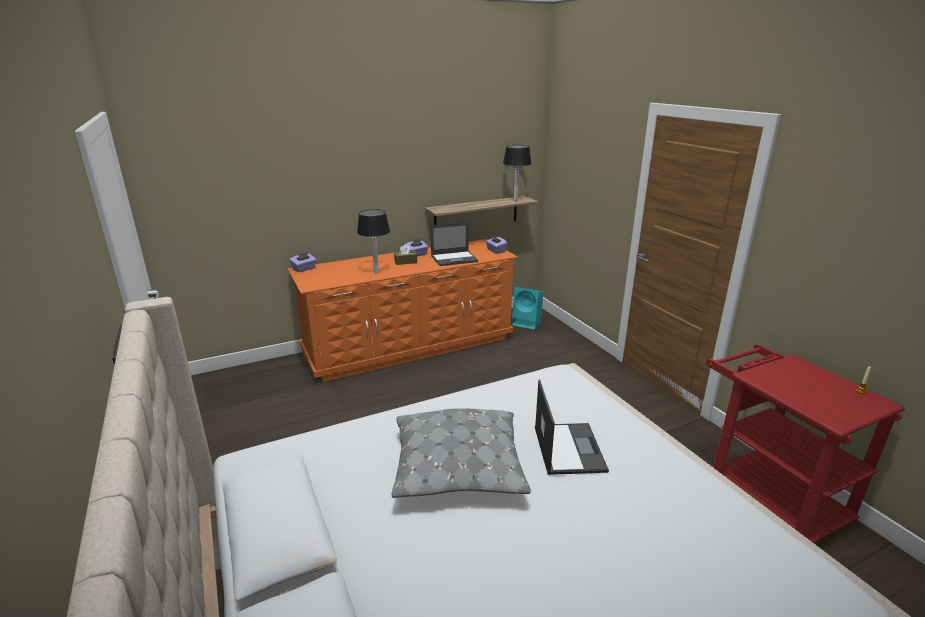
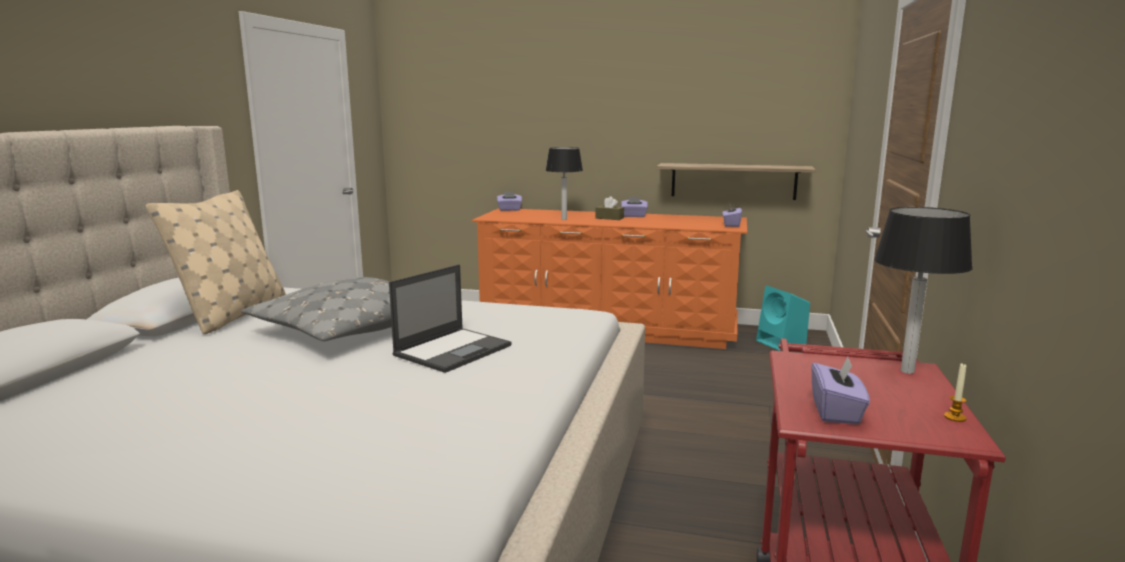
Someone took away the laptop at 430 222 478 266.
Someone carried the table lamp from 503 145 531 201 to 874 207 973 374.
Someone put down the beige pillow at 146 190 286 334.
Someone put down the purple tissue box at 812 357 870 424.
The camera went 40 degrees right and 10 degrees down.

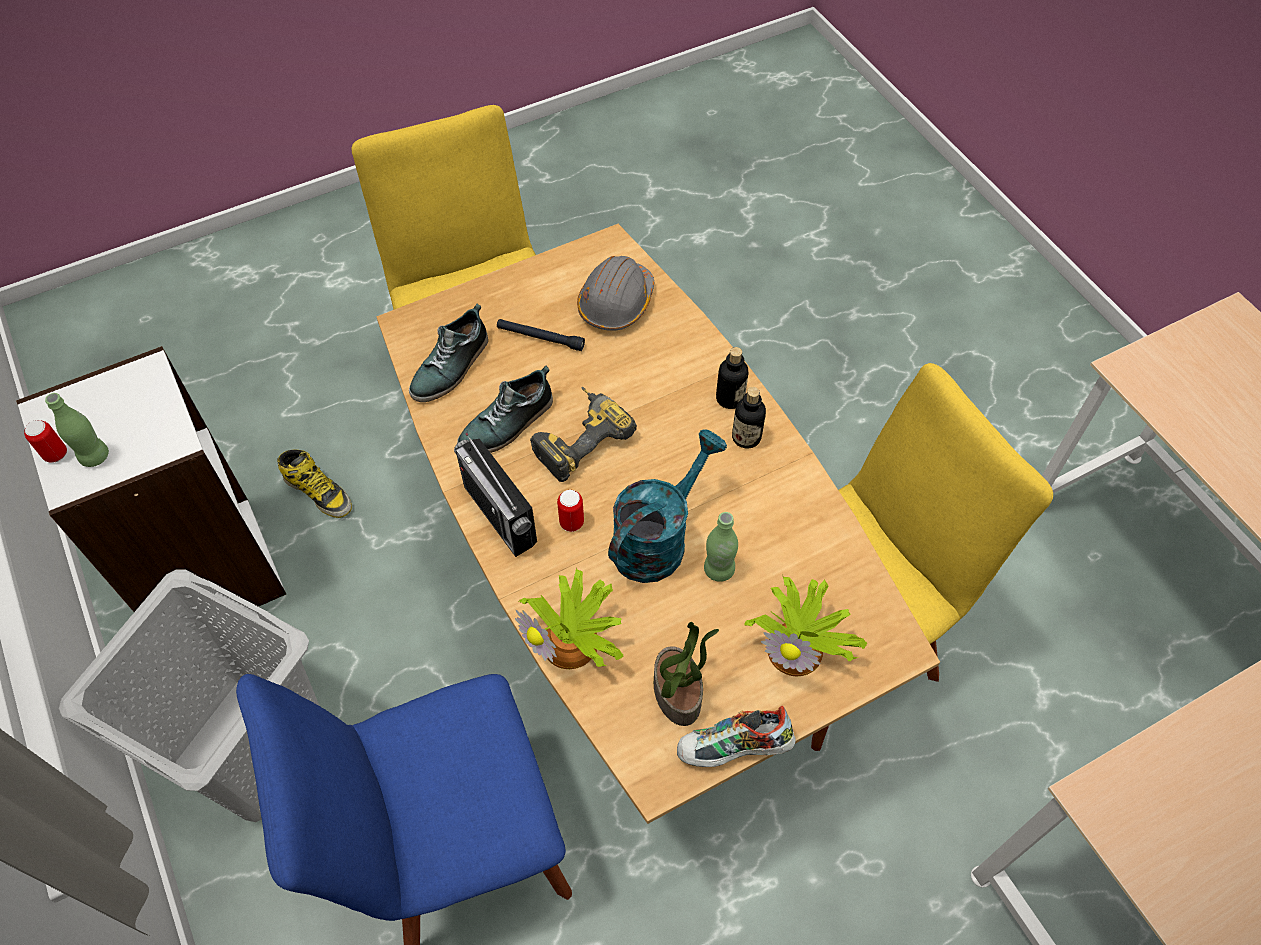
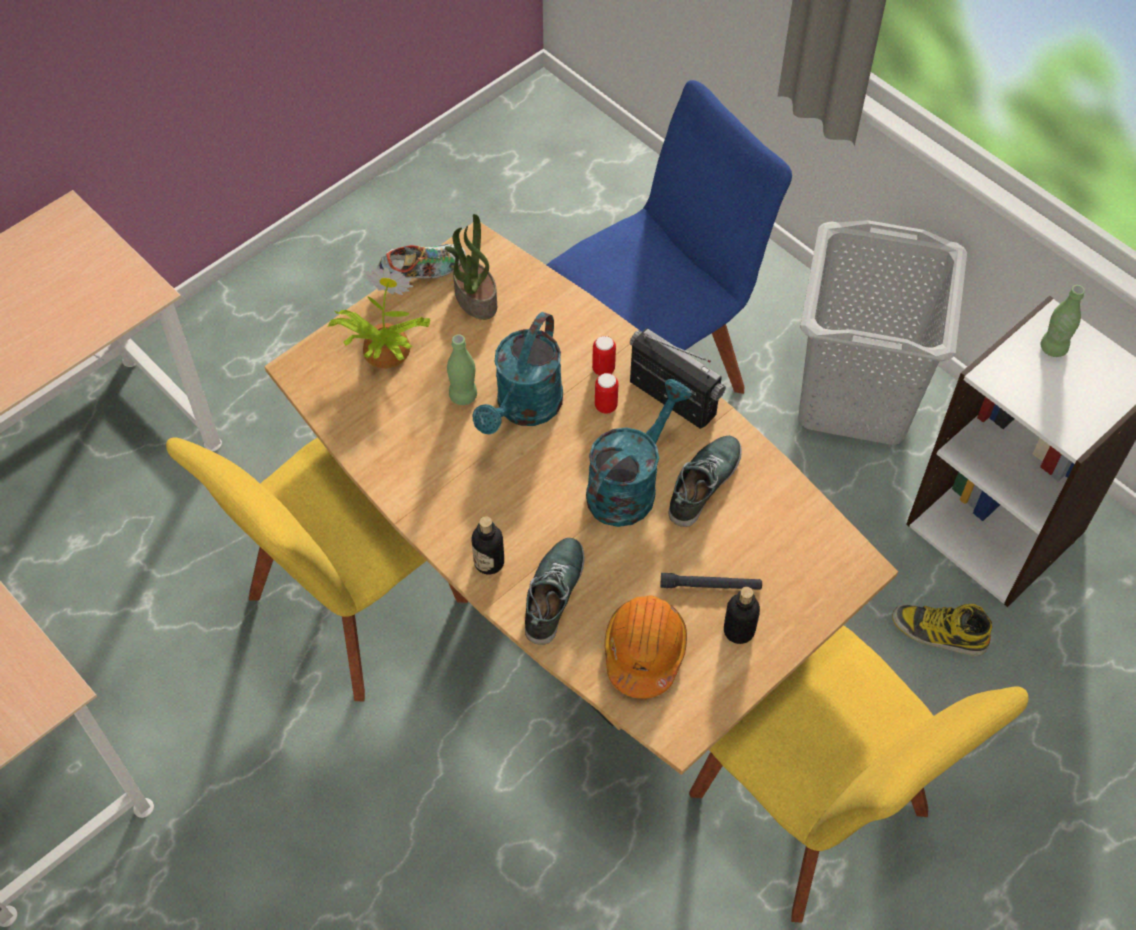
Someone carried the can from 24 420 67 463 to 592 336 616 376.
Someone carried the shoe from 409 303 488 402 to 525 538 585 645.
Someone took away the potted plant at 515 569 624 669.
Someone swapped the power drill at 530 387 637 482 for the turquoise watering can at 586 379 692 527.
Someone repainted the grey hard hat at 577 256 654 331, which became the orange hard hat at 604 596 687 699.
Someone carried the bottle from 732 387 766 448 to 724 587 760 644.
The camera went 165 degrees right and 0 degrees up.

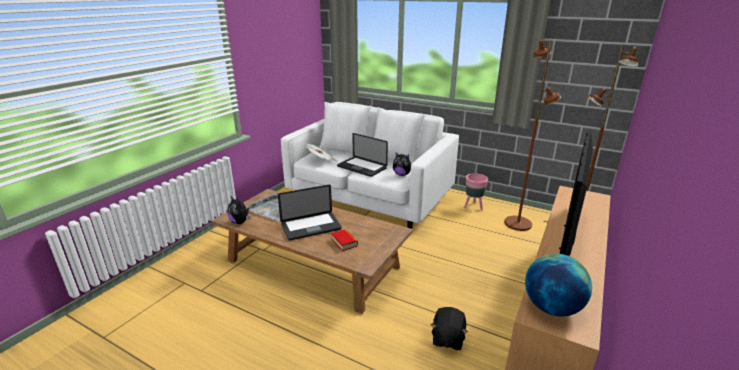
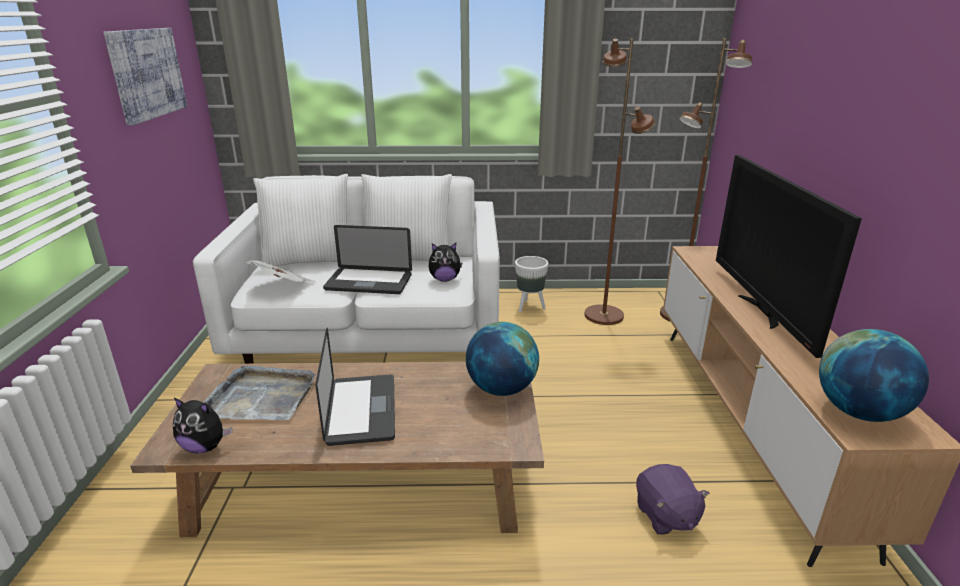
Someone rotated the laptop at 278 185 342 241 by 45 degrees counterclockwise.
Someone took away the book at 331 229 358 251.
Someone repainted the black plush toy at 431 307 468 350, which became the purple plush toy at 636 464 710 535.
Someone repainted the pink planter at 464 173 488 210, which became the white planter at 515 256 548 312.
Someone put up the picture at 104 28 187 126.
Someone put down the globe at 466 322 539 396.
The camera went 30 degrees left and 0 degrees up.

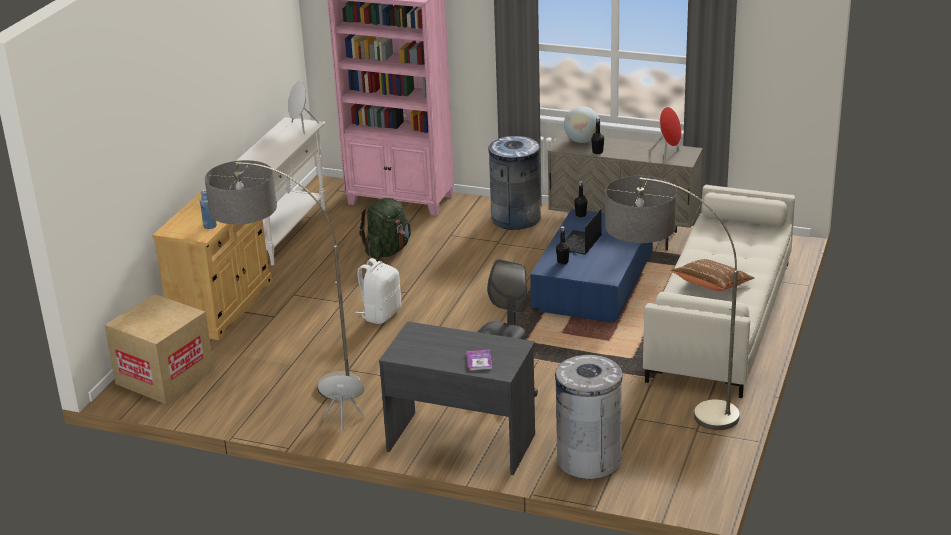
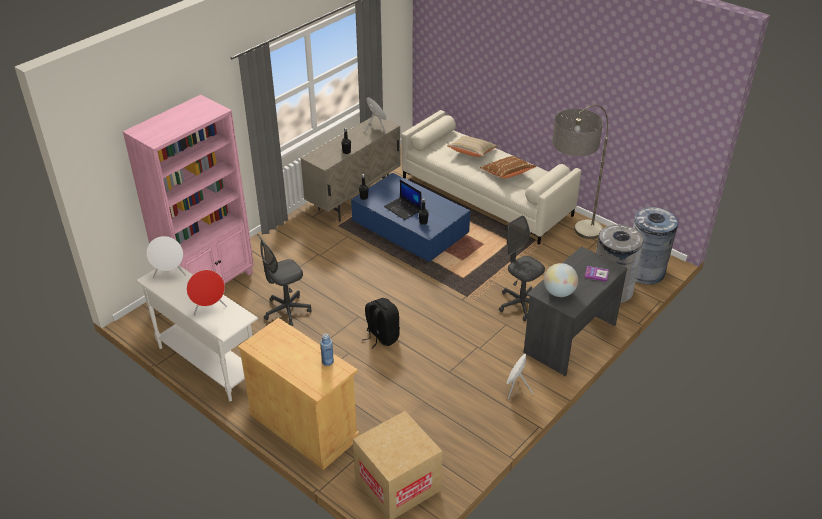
Someone took away the floor lamp at 205 160 360 399.
Someone repainted the white backpack at 356 258 401 324, which became the black backpack at 362 298 400 349.
Someone swapped the green backpack at 359 198 411 258 for the grey office chair at 257 234 312 326.
Someone carried the grey trash can from 487 136 541 230 to 633 207 678 285.
Someone carried the globe from 564 106 601 143 to 544 263 578 297.
Someone put down the red speaker at 187 270 227 316.
Someone put down the beige pillow at 447 136 497 157.
The camera went 70 degrees left and 10 degrees up.

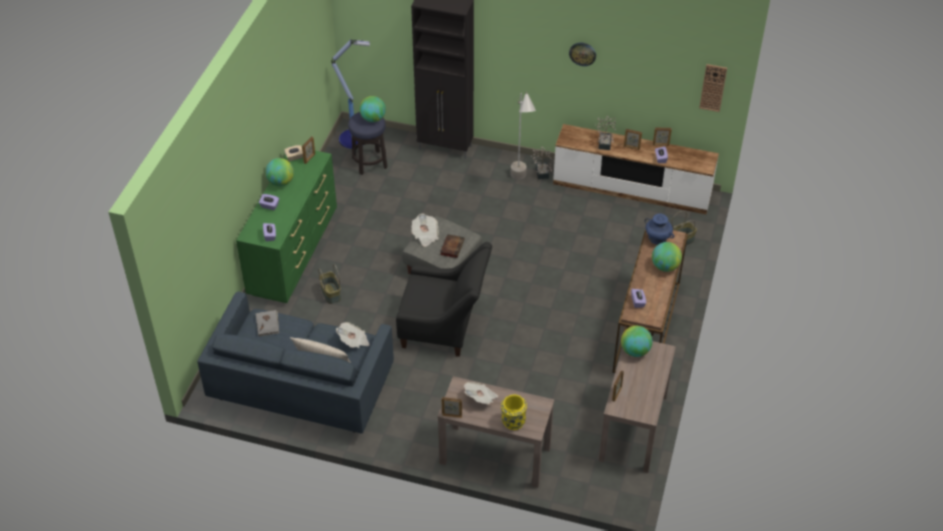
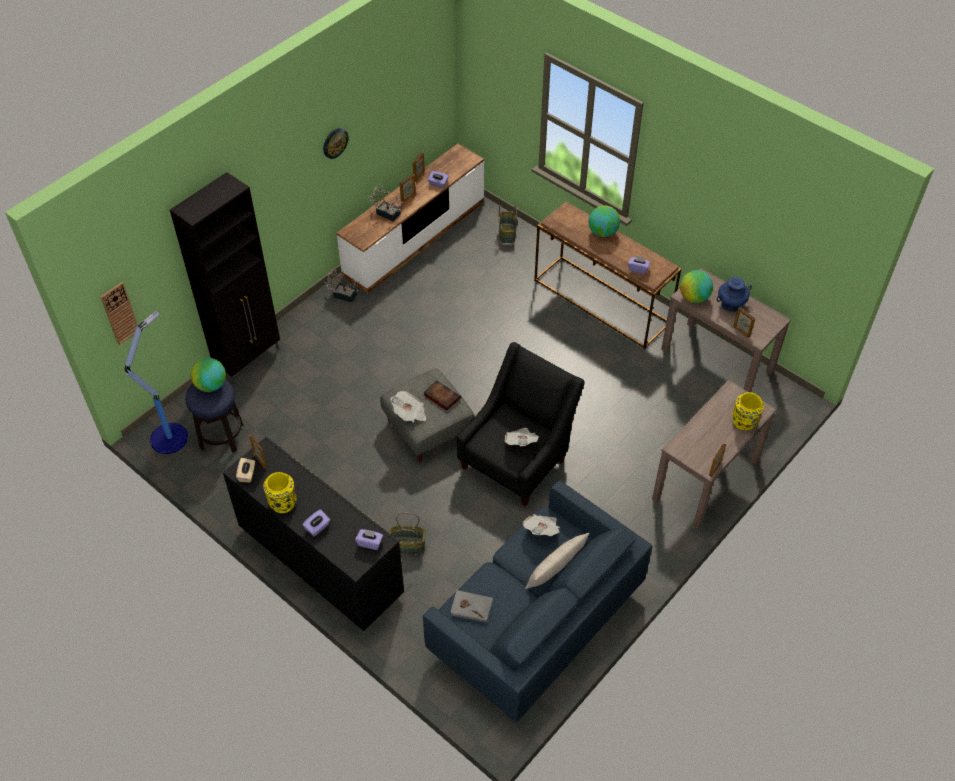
Someone repainted the green dresser at 236 146 337 303, which became the black dresser at 223 437 404 631.
Someone swapped the globe at 265 158 294 186 for the yellow vase at 263 472 297 513.
Someone carried the newspaper from 464 382 498 405 to 505 428 539 446.
Someone took away the grey floor lamp at 510 91 536 180.
Someone carried the blue vase from 644 214 674 245 to 717 277 752 312.
Someone carried the wall clock from 699 64 727 112 to 100 282 138 345.
The camera went 65 degrees left and 5 degrees up.

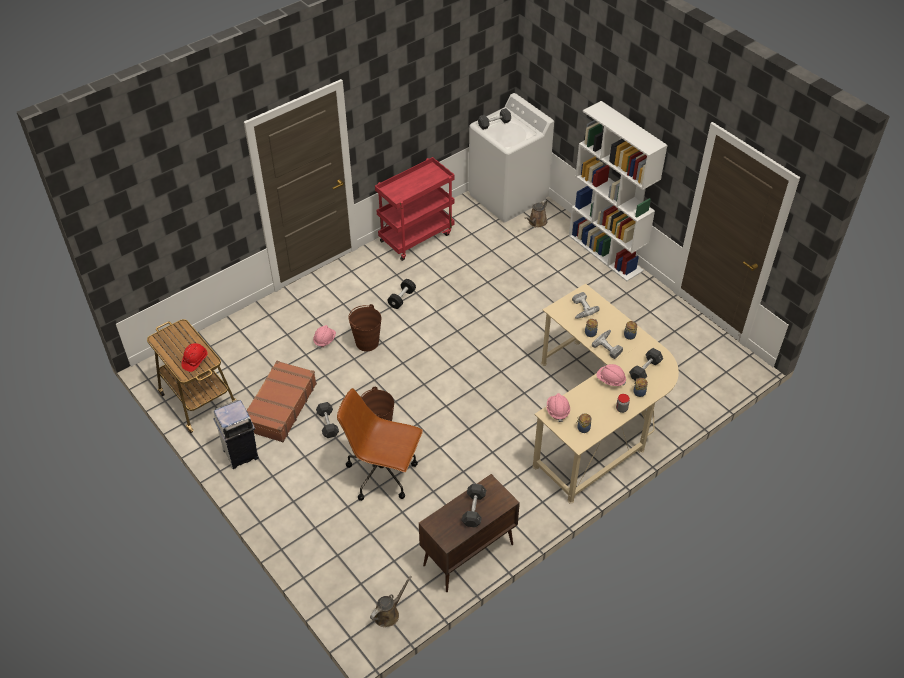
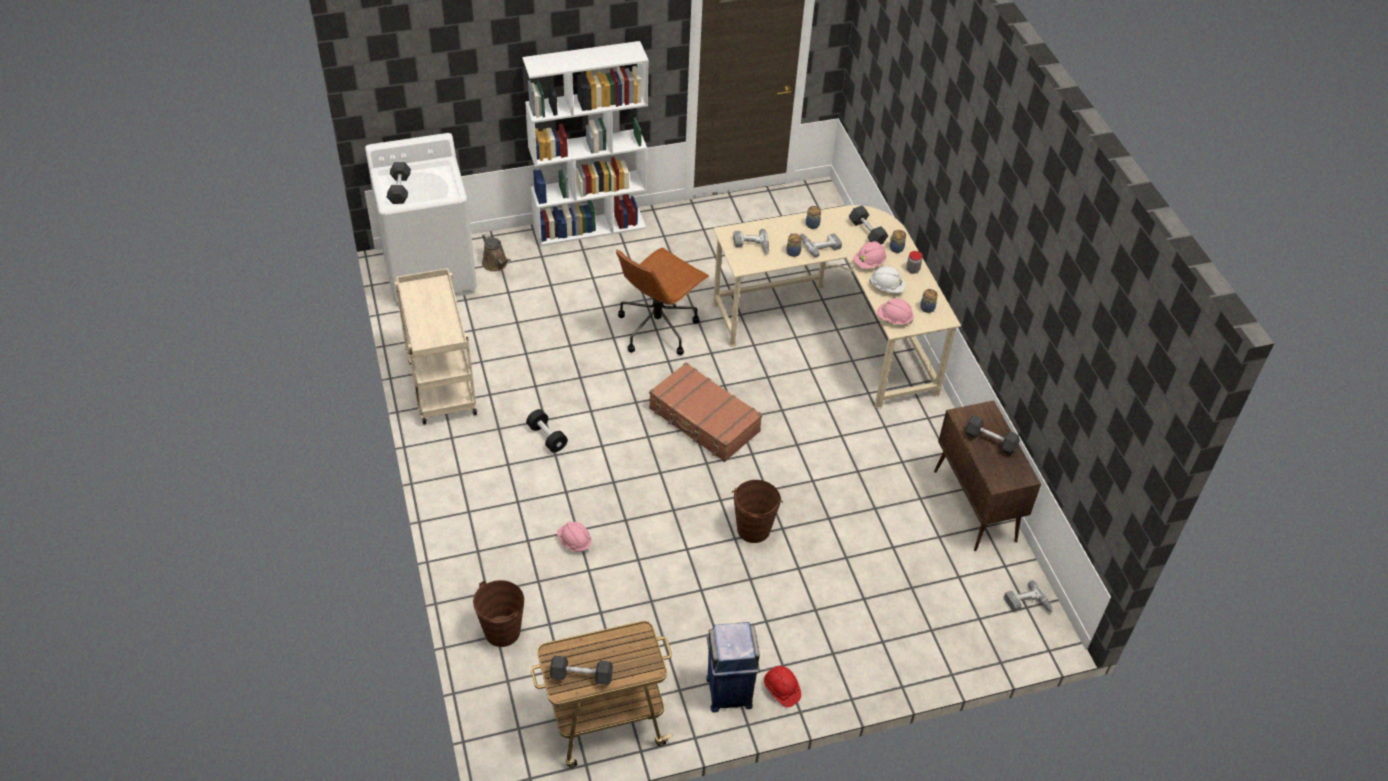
Someone carried the red hard hat from 181 343 207 372 to 764 666 801 707.
Someone repainted the white trash can at 213 400 259 469, which became the blue trash can at 706 622 760 712.
Someone carried the brown suitcase from 247 361 317 442 to 649 362 762 462.
Someone carried the grey dumbbell from 316 402 339 438 to 550 656 613 685.
Someone carried the brown office chair from 337 388 423 501 to 616 248 709 355.
Someone carried the brown bucket from 348 304 381 352 to 473 580 524 647.
Someone swapped the brown watering can at 370 576 412 627 for the power drill at 1004 580 1053 612.
Someone repainted the red cart at 375 157 455 261, which became the beige cart at 395 268 477 425.
Someone put down the white hard hat at 869 266 906 293.
The camera went 70 degrees left and 0 degrees up.

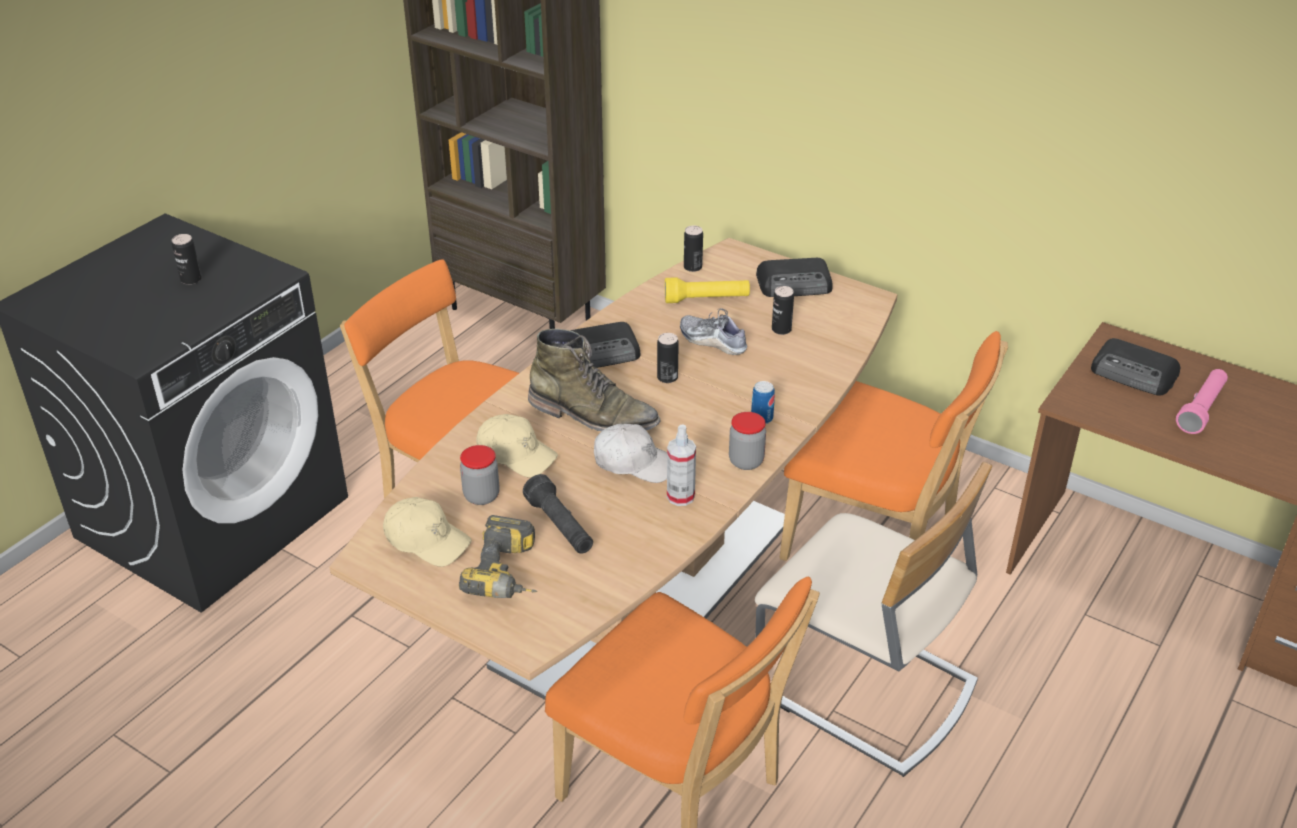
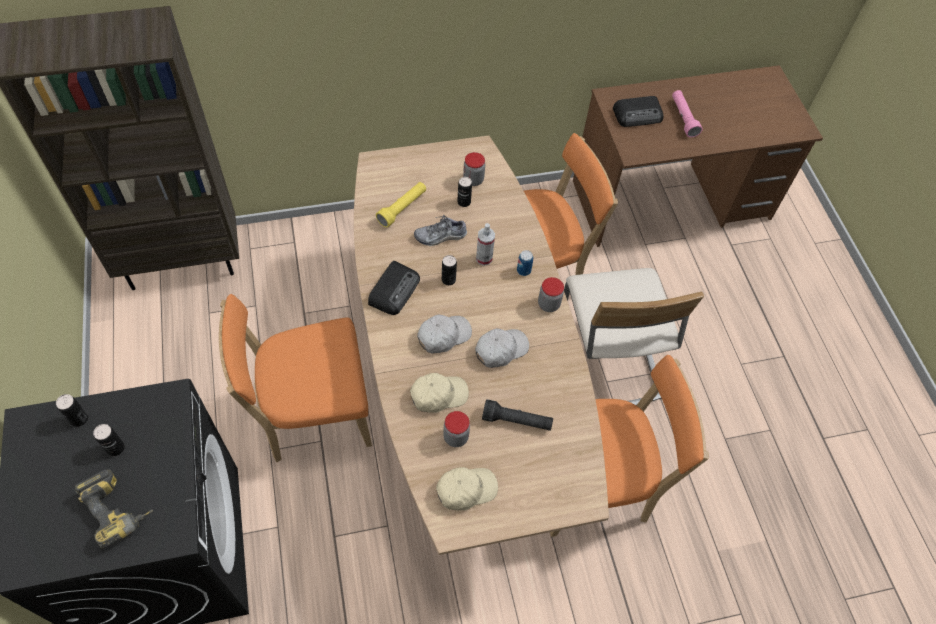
Someone carried the power drill from 459 515 537 598 to 75 470 153 549.
Someone swapped the green boot at 528 329 661 431 for the white cap at 417 314 472 354.
Someone carried the spray bottle from 667 424 696 506 to 476 223 495 266.
Someone carried the can from 684 226 703 272 to 56 394 88 427.
Someone rotated the beige chair at 755 462 992 777 by 90 degrees clockwise.
Someone took away the radio at 756 258 833 297.
Someone put down the jar at 463 152 485 186.
The camera went 50 degrees left and 20 degrees up.

